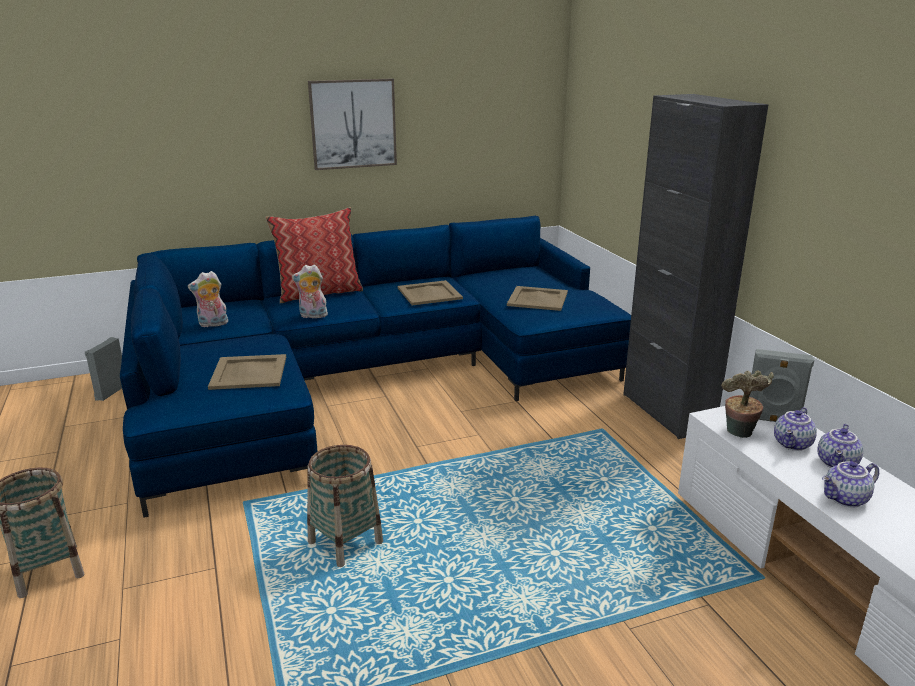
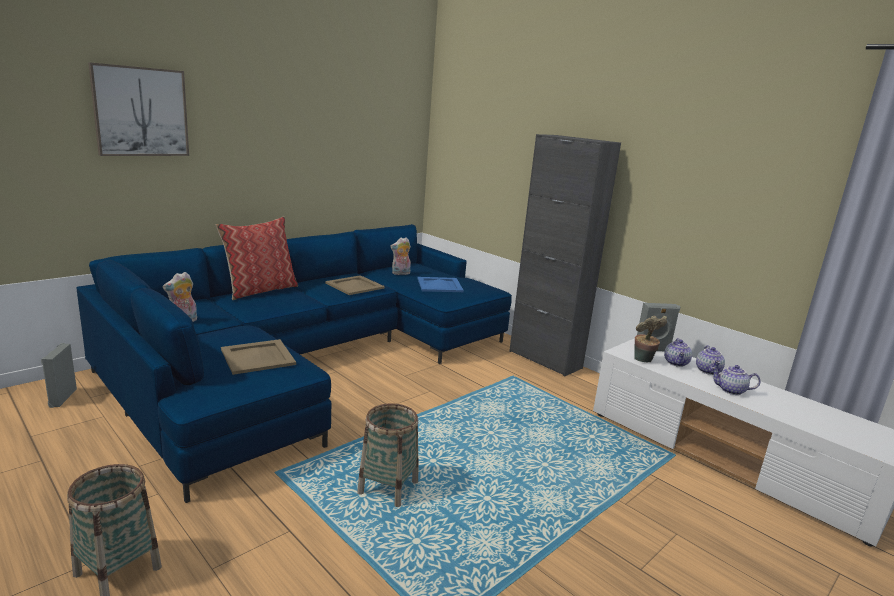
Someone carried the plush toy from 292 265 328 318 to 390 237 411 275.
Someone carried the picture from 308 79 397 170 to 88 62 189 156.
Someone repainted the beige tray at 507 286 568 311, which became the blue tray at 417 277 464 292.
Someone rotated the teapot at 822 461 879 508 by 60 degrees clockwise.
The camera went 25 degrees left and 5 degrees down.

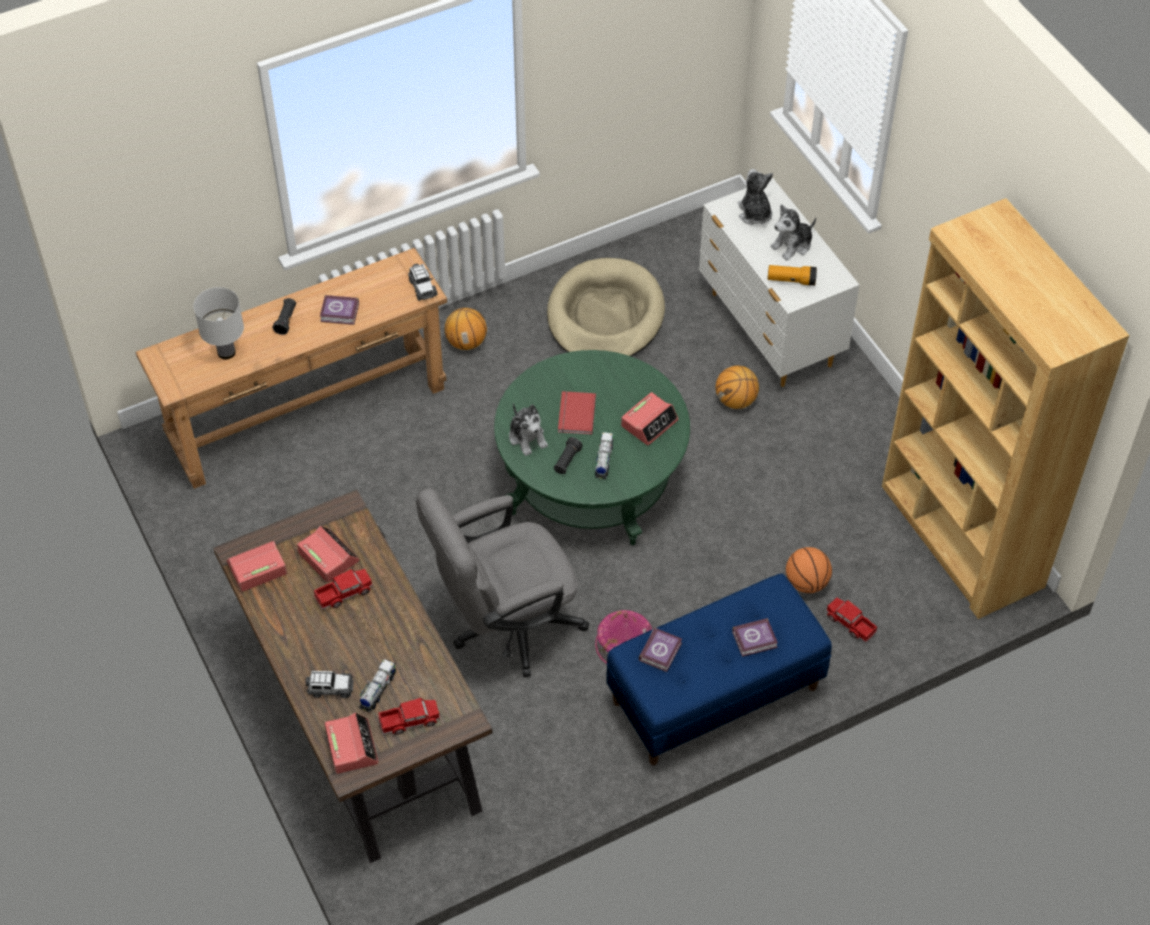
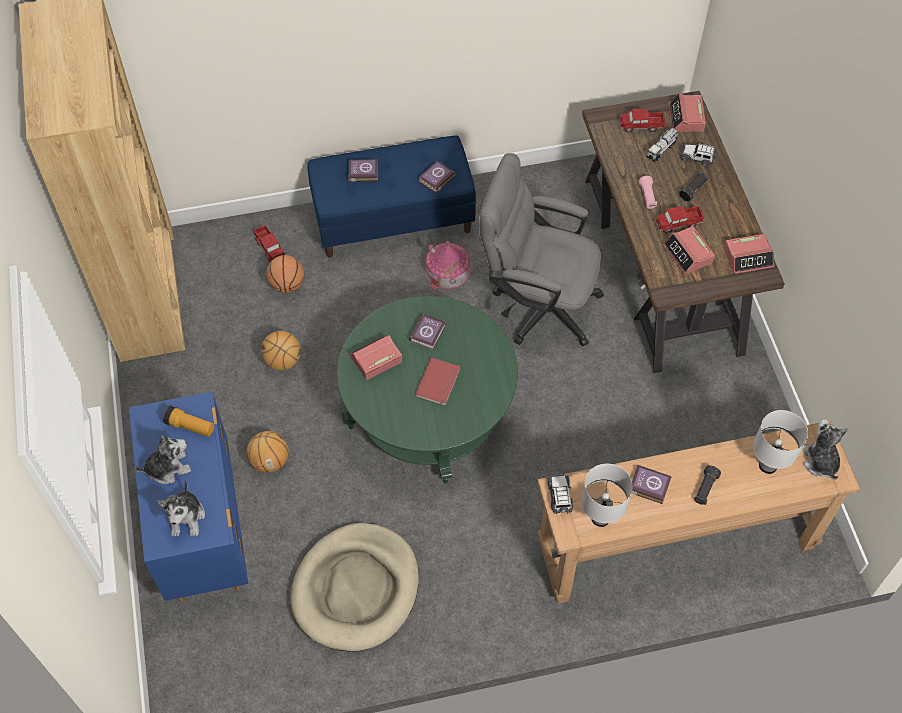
Someone rotated the grey office chair at 416 488 589 677 by 150 degrees counterclockwise.
Someone carried the basketball from 445 308 487 350 to 261 331 301 370.
Someone carried the plush toy from 509 403 548 456 to 802 419 849 480.
Someone carried the black flashlight from 554 437 583 474 to 679 172 708 202.
Someone swapped the toy truck at 595 432 614 479 for the book at 409 313 445 350.
Someone repainted the white dresser at 699 178 859 387, which became the blue dresser at 129 392 249 602.
Someone put down the white table lamp at 581 464 633 527.
Someone put down the pink flashlight at 639 176 657 209.
The camera went 165 degrees left and 5 degrees up.

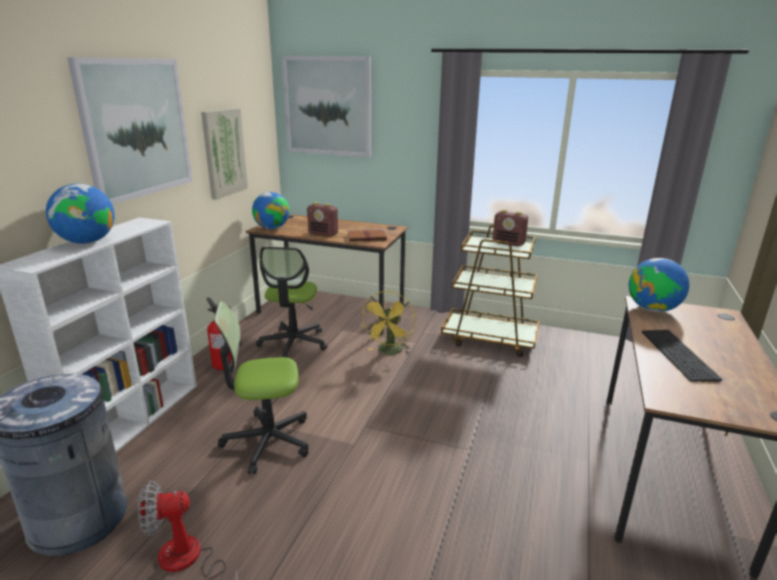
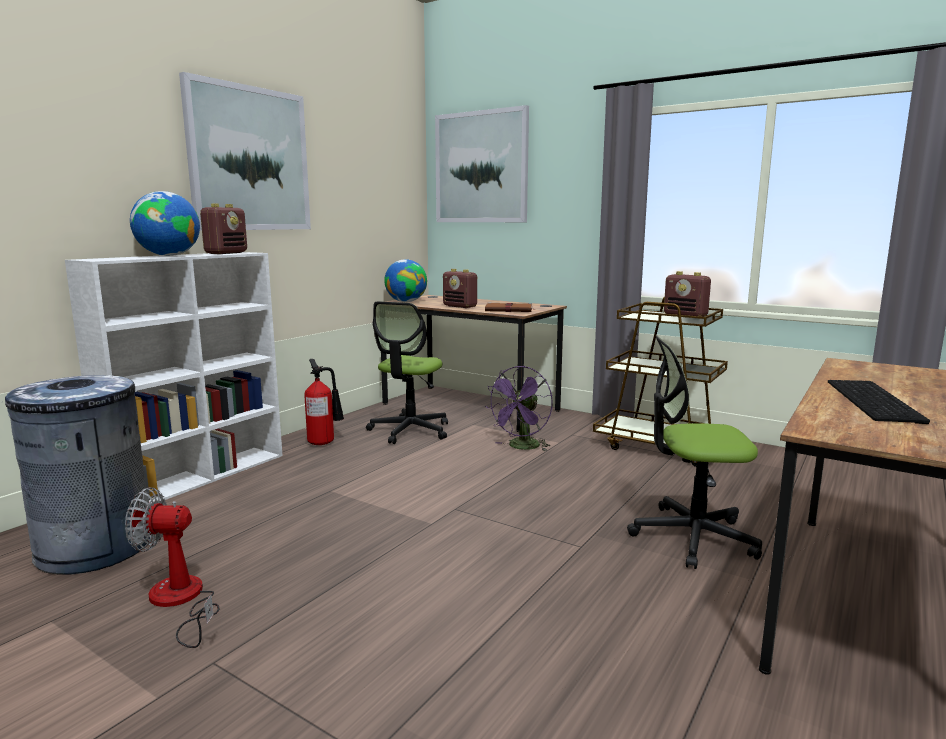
Someone took away the picture at 201 108 248 200.
Someone carried the office chair from 214 301 308 475 to 627 335 762 569.
Someone repainted the yellow fan at 360 291 416 354, which became the purple fan at 485 366 553 451.
Someone took away the globe at 629 258 689 312.
Someone put down the radio at 200 204 247 254.
The camera went 15 degrees right and 10 degrees down.

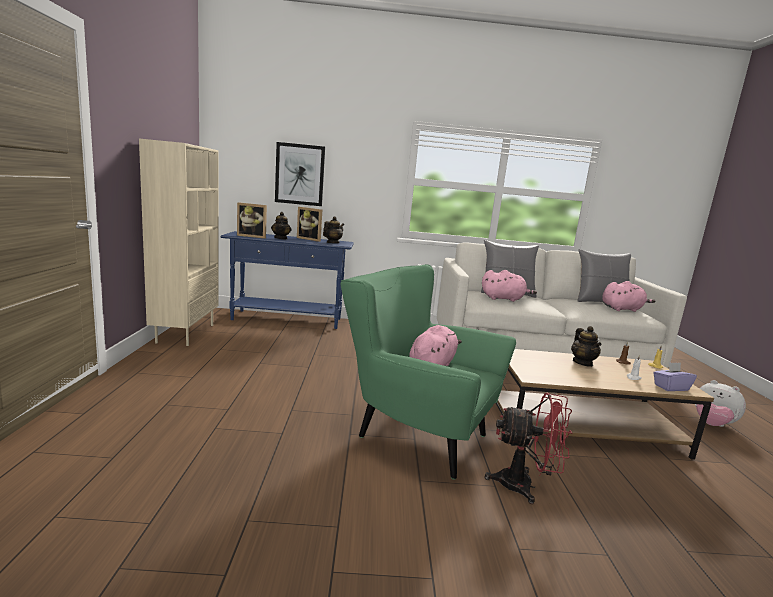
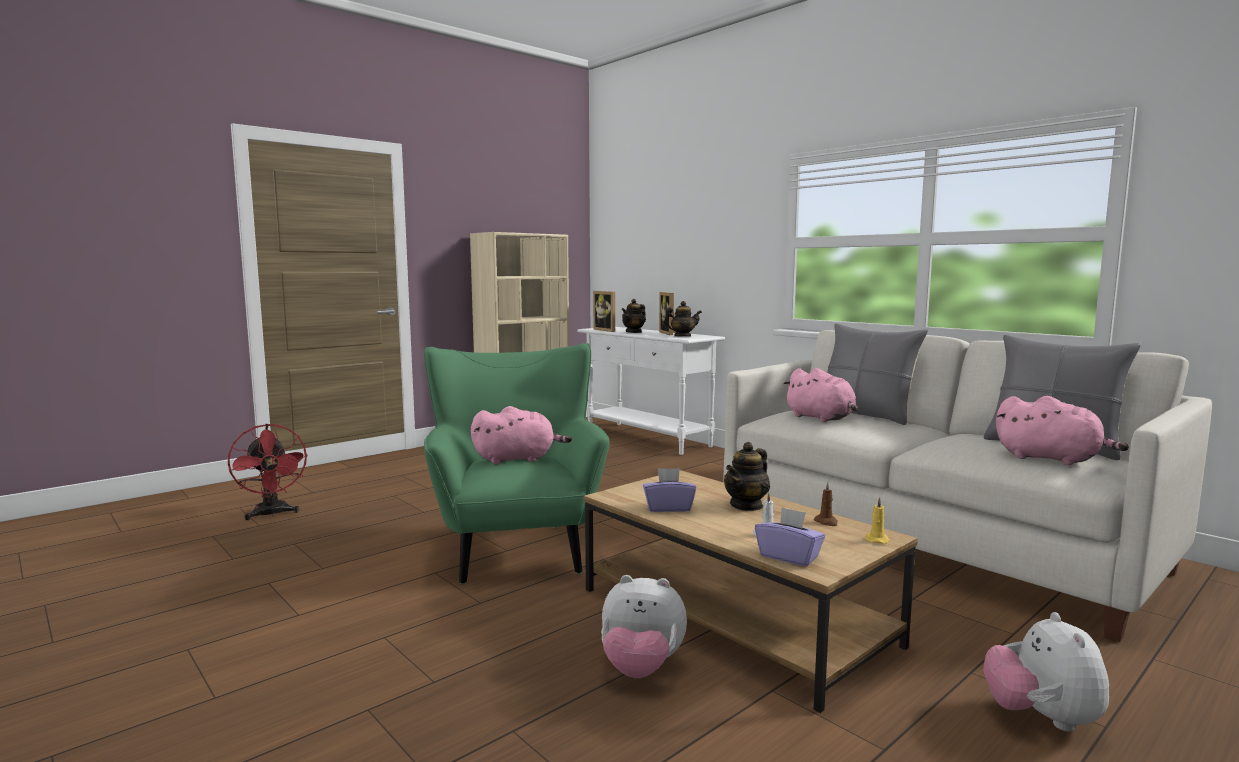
Someone repainted the blue console table at 221 231 354 329, which became the white console table at 577 327 725 455.
Someone took away the picture at 275 142 325 206.
Someone carried the red fan from 485 392 573 504 to 228 424 308 520.
Someone put down the plush toy at 601 575 687 678.
Someone put down the purple tissue box at 643 468 696 512.
The camera went 50 degrees right and 5 degrees down.

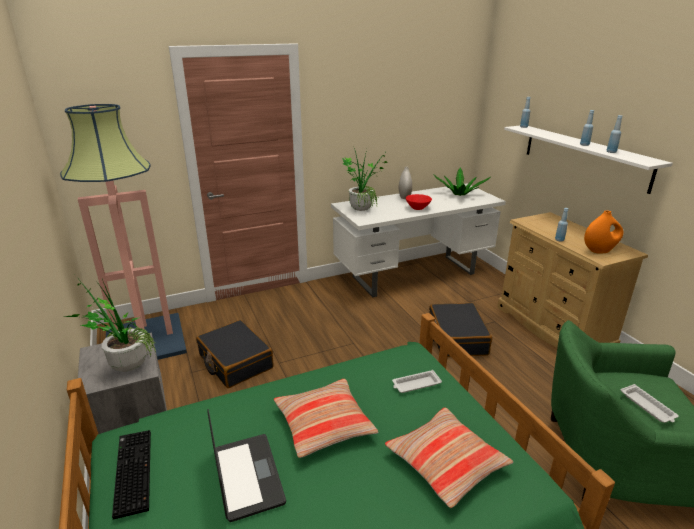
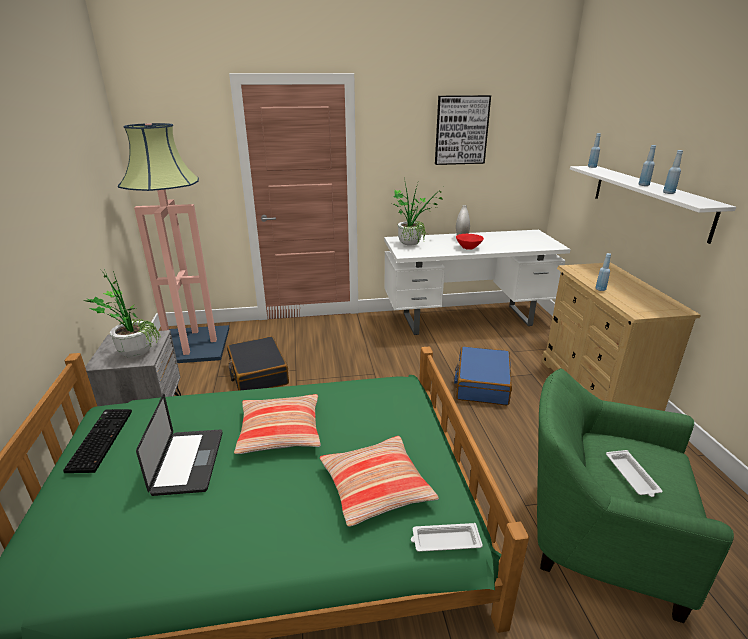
Someone carried the white tray from 392 370 442 393 to 411 523 483 552.
Someone repainted the black suitcase at 429 303 492 357, which became the blue suitcase at 454 346 512 405.
Someone took away the potted plant at 433 168 490 196.
Someone took away the orange vase at 584 211 623 254.
Someone put up the picture at 435 95 491 165.
The camera went 15 degrees right and 0 degrees up.

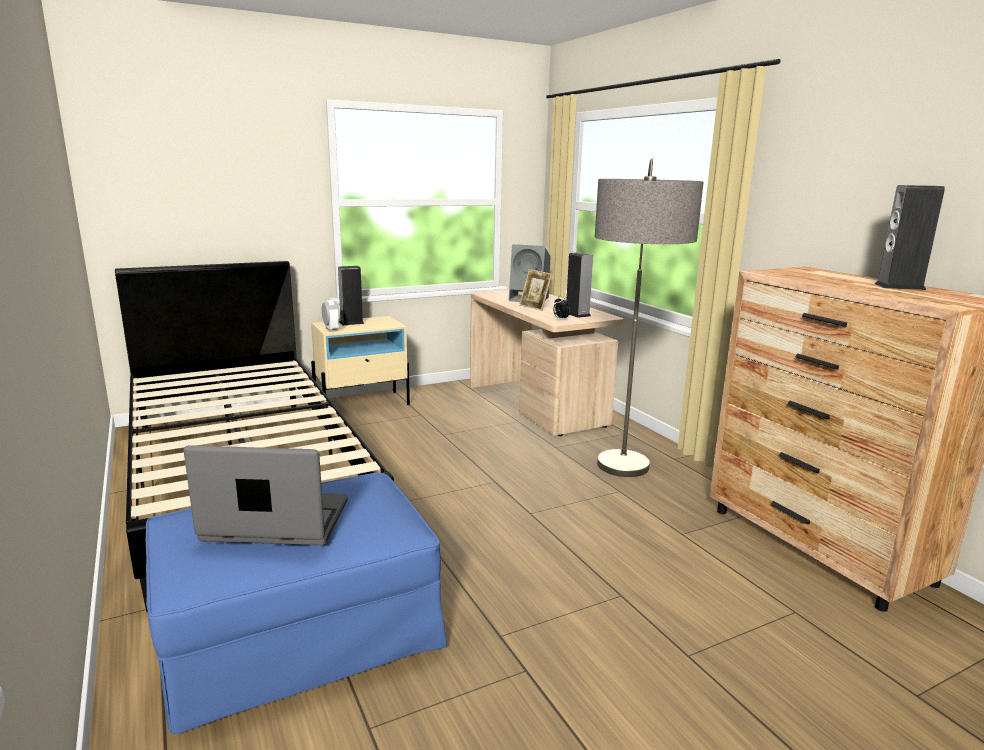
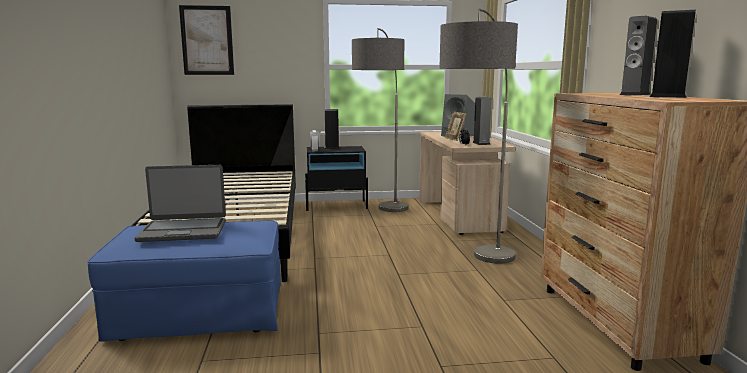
Someone rotated the laptop at 184 445 348 545 by 150 degrees clockwise.
Someone repainted the beige nightstand at 311 316 410 405, which became the black nightstand at 305 146 368 211.
Someone put up the picture at 179 5 234 75.
Someone put down the floor lamp at 352 28 408 212.
Someone put down the speaker at 620 16 657 96.
The camera went 20 degrees right and 5 degrees down.

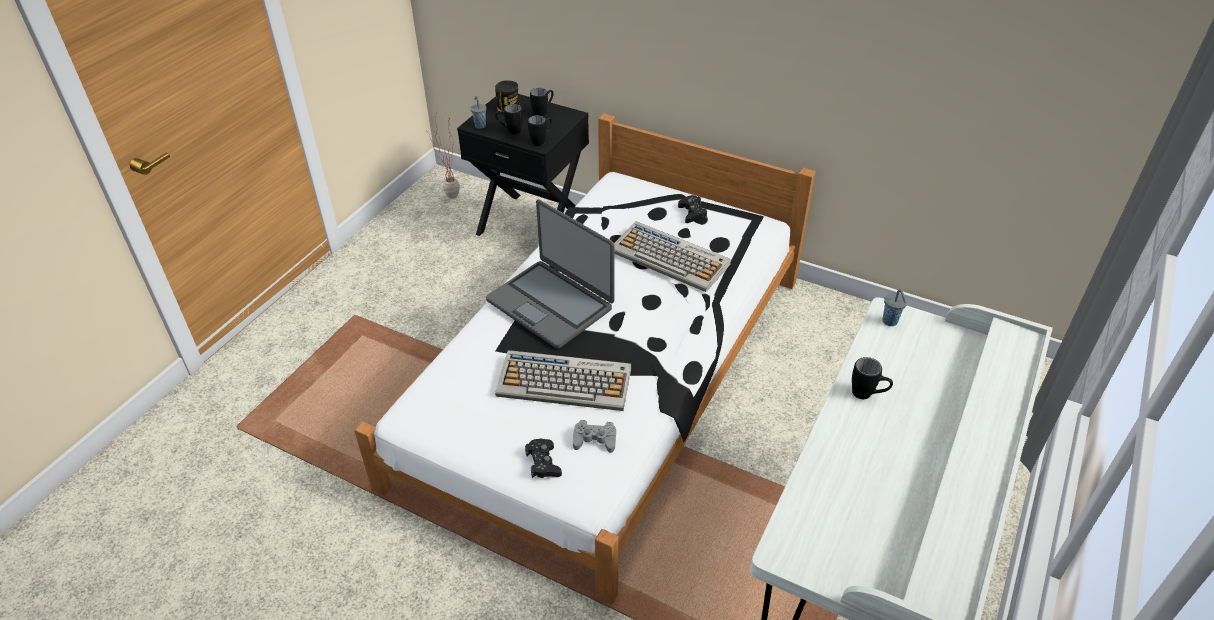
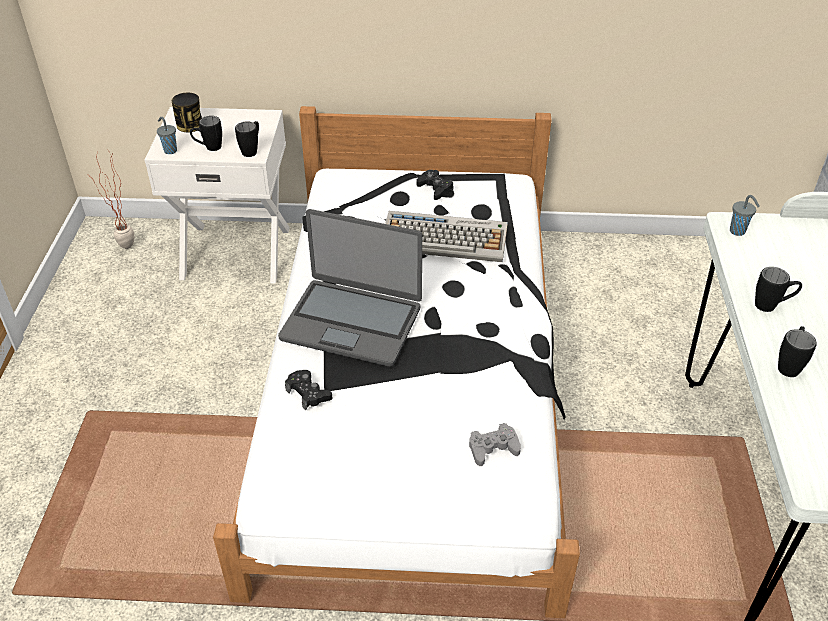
Someone repainted the black nightstand at 457 94 589 236, which became the white nightstand at 144 107 290 283.
Someone took away the keyboard at 495 350 631 411.
Someone carried the black game controller from 525 439 562 479 to 285 370 332 410.
Someone carried the black mug from 530 88 553 117 to 778 326 817 377.
The camera went 25 degrees left and 0 degrees up.

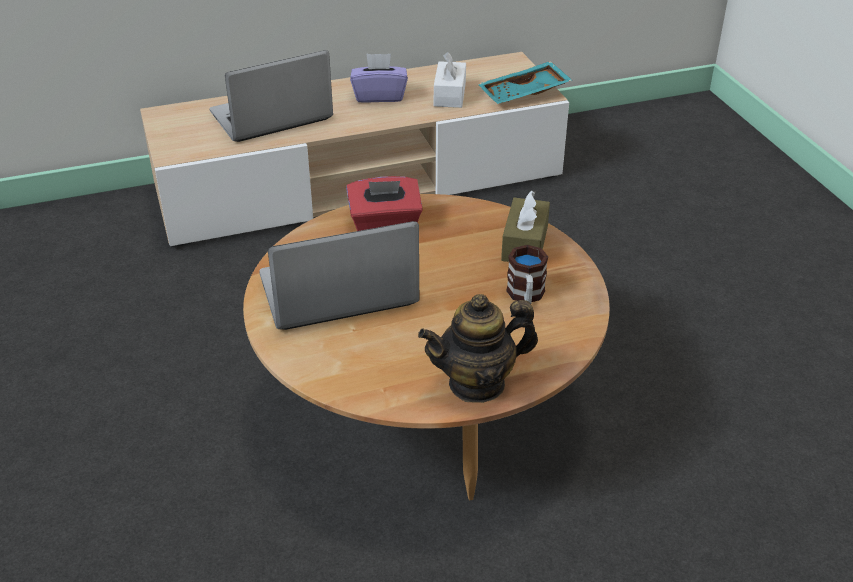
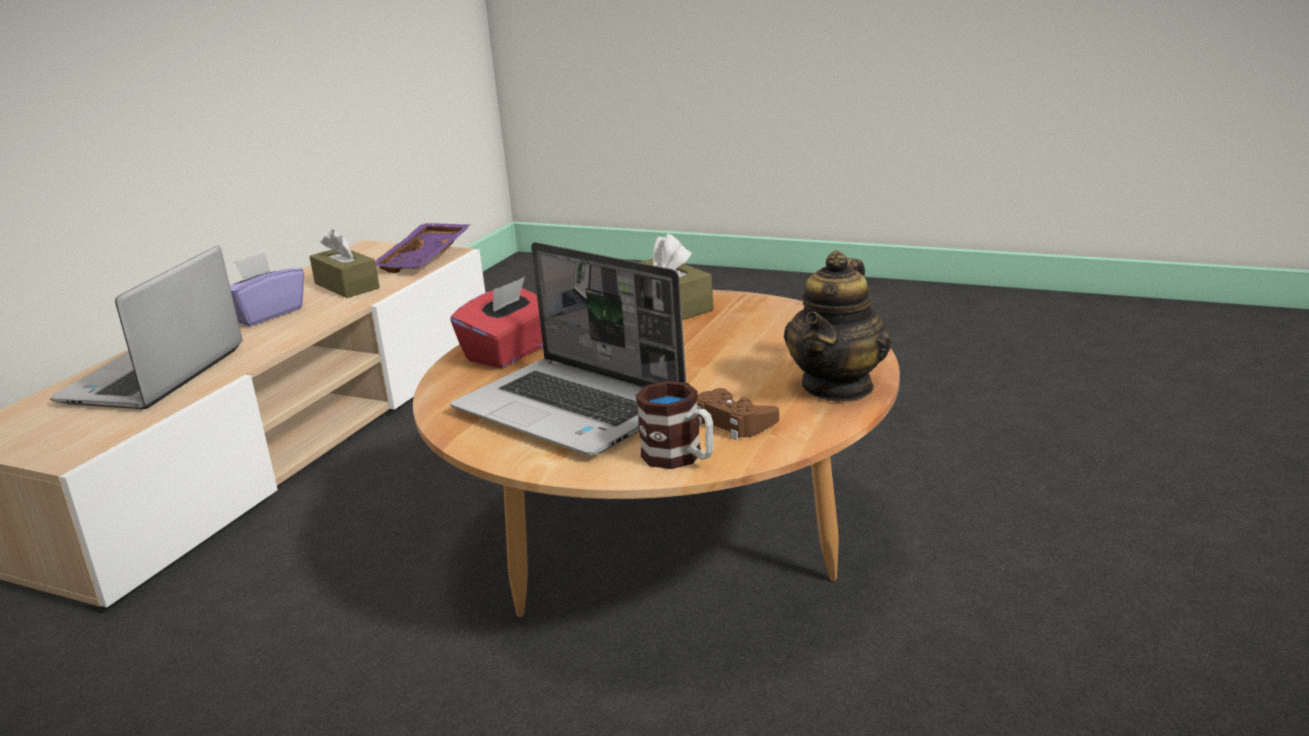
Someone rotated the laptop at 259 221 419 330 by 75 degrees counterclockwise.
Someone repainted the white tissue box at 434 52 466 108, which became the brown tissue box at 309 229 380 298.
Someone repainted the turquoise tray at 478 61 572 104, which became the purple tray at 375 223 471 273.
Someone carried the mug from 506 245 548 304 to 636 381 713 469.
Someone put down the brown game controller at 697 388 779 440.
The camera went 45 degrees left and 15 degrees down.

